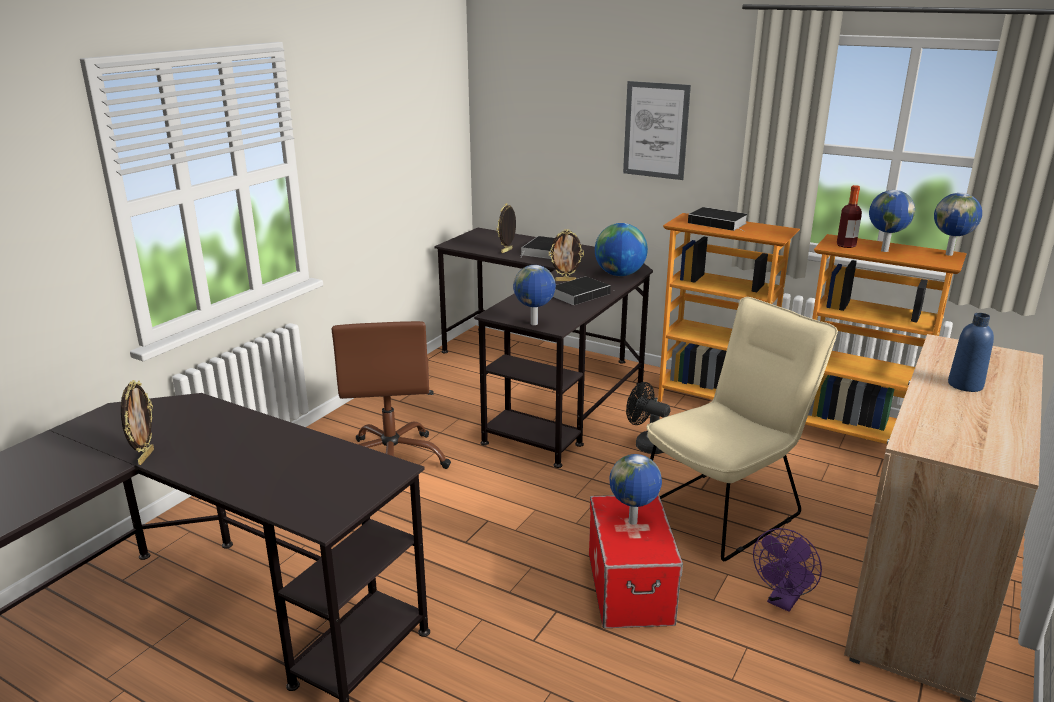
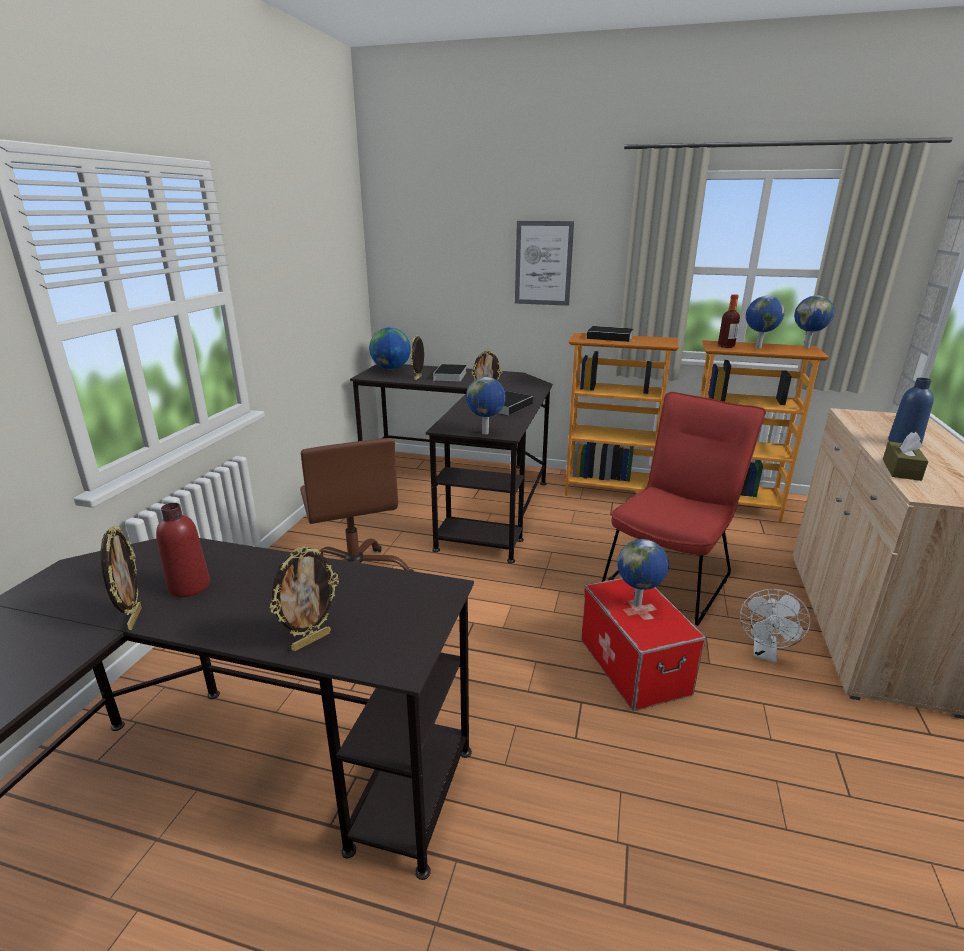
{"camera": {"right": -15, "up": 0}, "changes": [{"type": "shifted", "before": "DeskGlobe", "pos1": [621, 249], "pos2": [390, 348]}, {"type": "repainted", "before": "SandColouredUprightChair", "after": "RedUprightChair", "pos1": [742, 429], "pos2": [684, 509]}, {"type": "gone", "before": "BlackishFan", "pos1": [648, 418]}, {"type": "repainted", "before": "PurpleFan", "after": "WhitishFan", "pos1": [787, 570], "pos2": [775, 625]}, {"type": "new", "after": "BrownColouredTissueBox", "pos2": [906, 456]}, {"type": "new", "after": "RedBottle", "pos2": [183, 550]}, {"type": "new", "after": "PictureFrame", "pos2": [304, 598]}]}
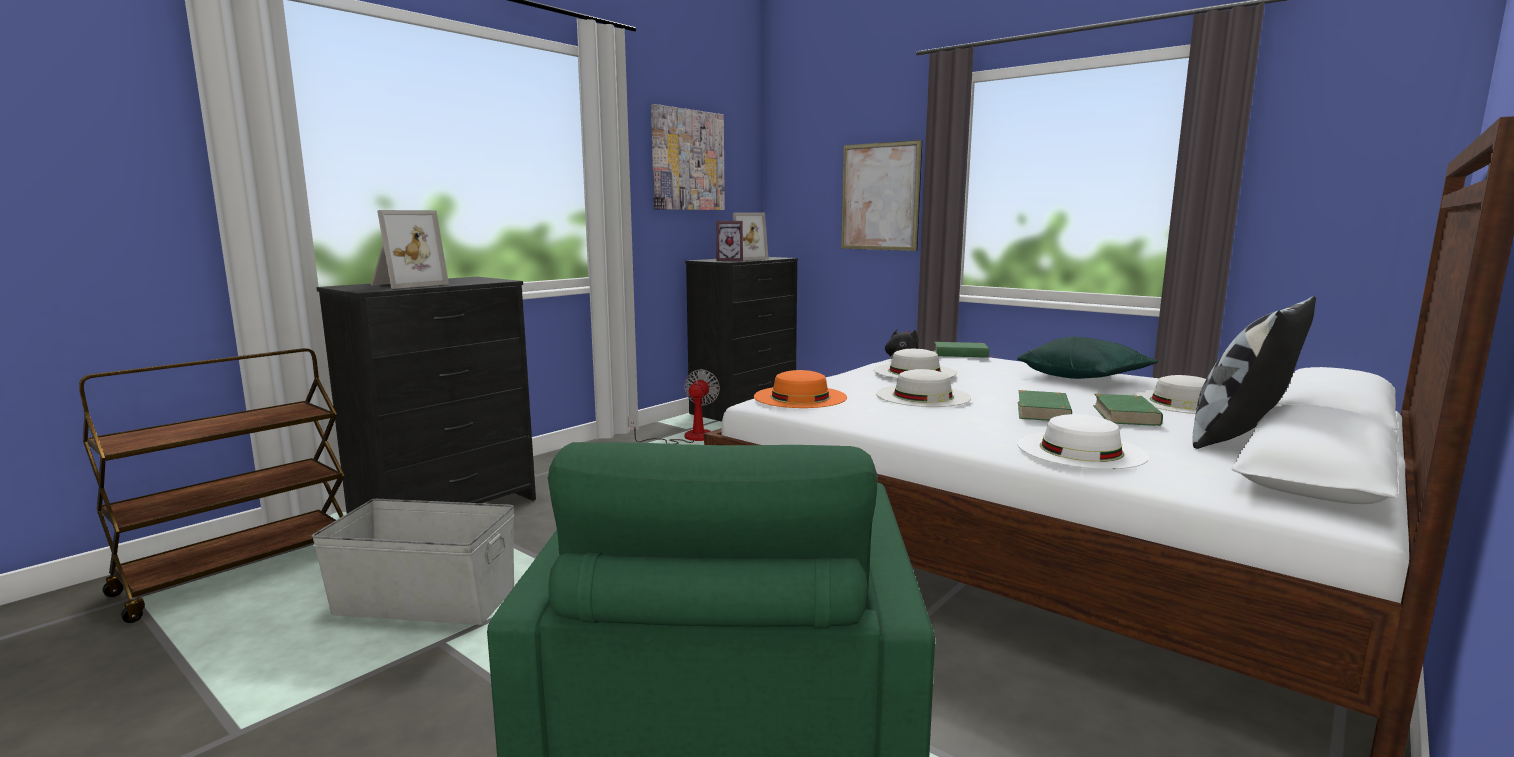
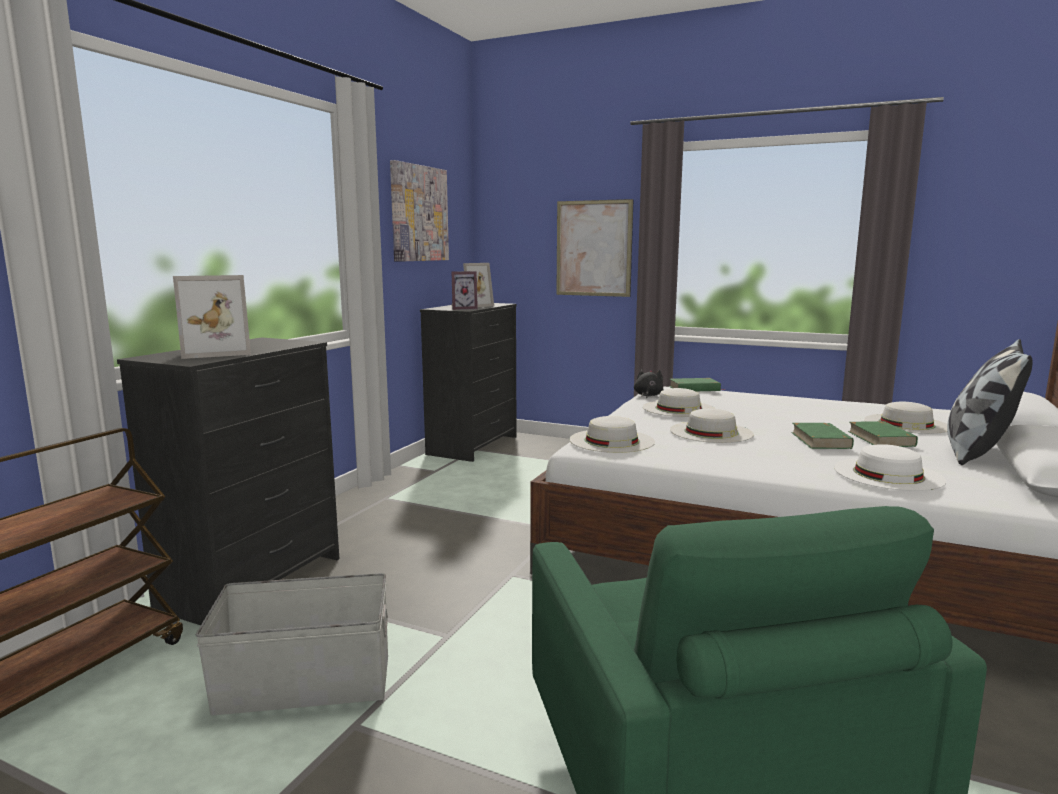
{"camera": {"right": -15, "up": 0}, "changes": [{"type": "rotated", "before": "PictureFrame", "pos1": [410, 249], "pos2": [212, 317], "turn": 45}, {"type": "gone", "before": "GreenThrowPillow", "pos1": [1087, 358]}, {"type": "gone", "before": "Fan", "pos1": [674, 406]}, {"type": "repainted", "before": "OrangeColouredWearableHat", "after": "WhitishWearableHat", "pos1": [800, 389], "pos2": [612, 434]}]}
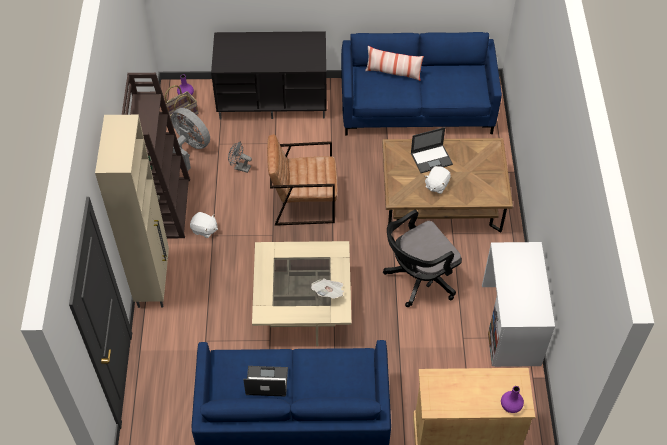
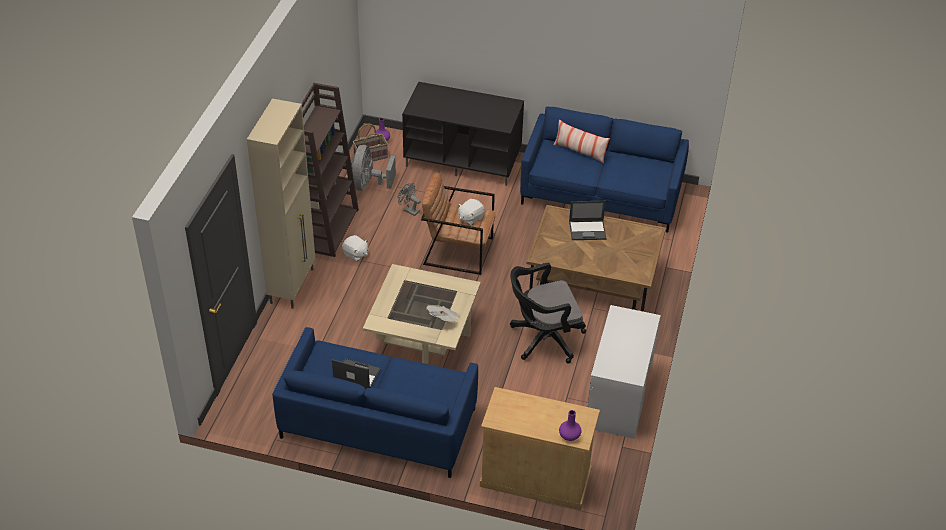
{"camera": {"right": 15, "up": -10}, "changes": [{"type": "rotated", "before": "GreyishFan", "pos1": [190, 139], "pos2": [374, 168], "turn": -135}, {"type": "shifted", "before": "WhitishSoftToy", "pos1": [438, 180], "pos2": [471, 212]}]}
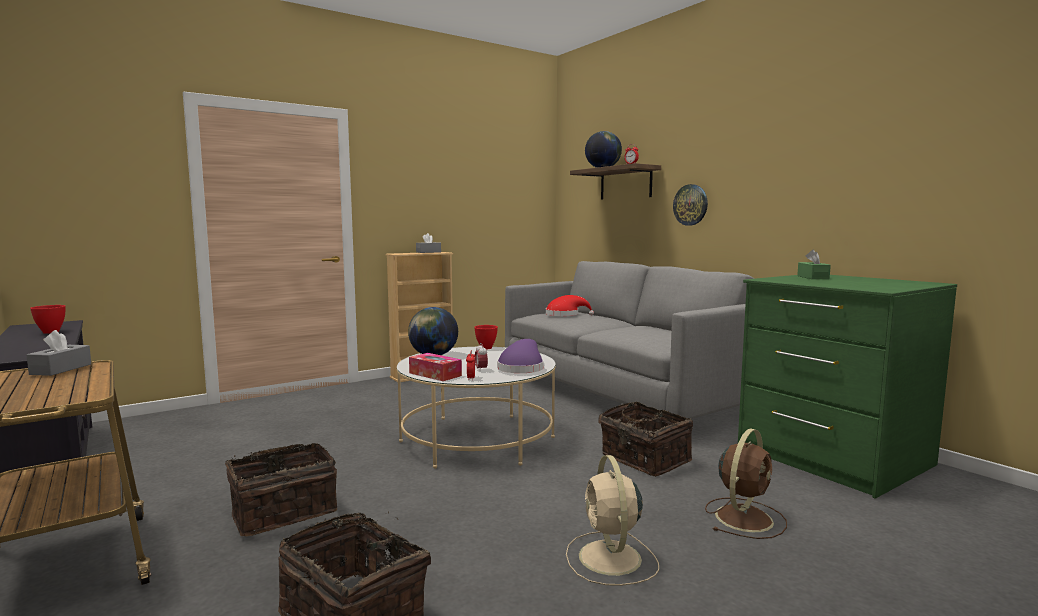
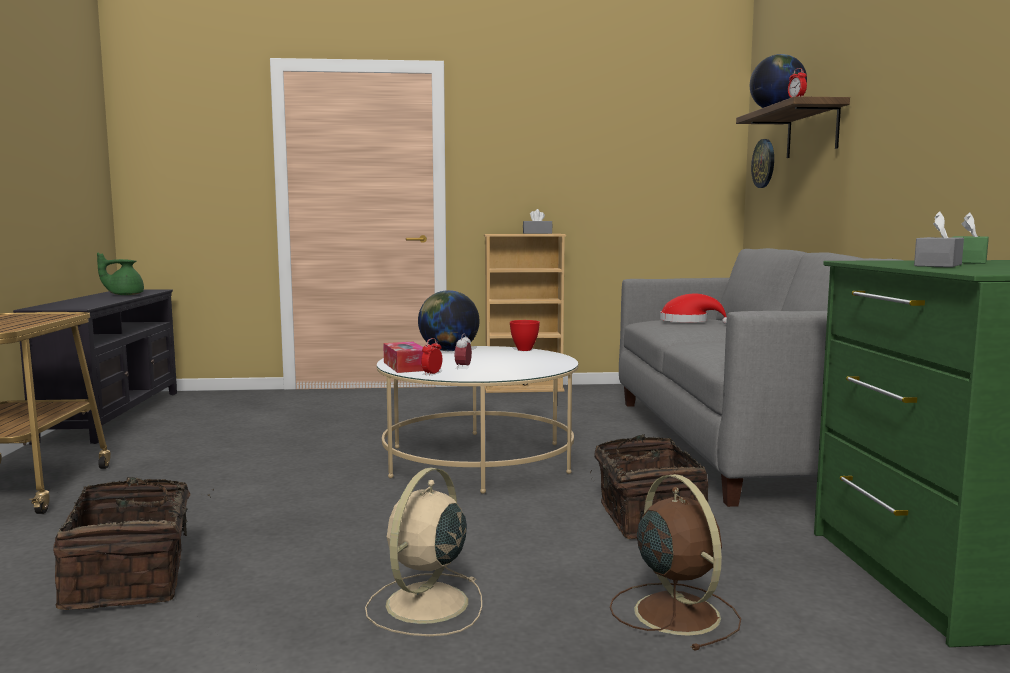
{"camera": {"right": 30, "up": 0}, "changes": [{"type": "shifted", "before": "HangingClock", "pos1": [690, 205], "pos2": [762, 163]}, {"type": "swapped", "before": "RedDeepDish", "after": "GreenTeapot", "pos1": [48, 319], "pos2": [120, 274]}, {"type": "shifted", "before": "GreyishTissueBox", "pos1": [58, 353], "pos2": [939, 239]}, {"type": "gone", "before": "PurpleWearableHat", "pos1": [520, 356]}, {"type": "rotated", "before": "BrownColouredFan", "pos1": [746, 483], "pos2": [675, 562], "turn": -90}, {"type": "gone", "before": "HouseholdBasket", "pos1": [281, 490]}]}
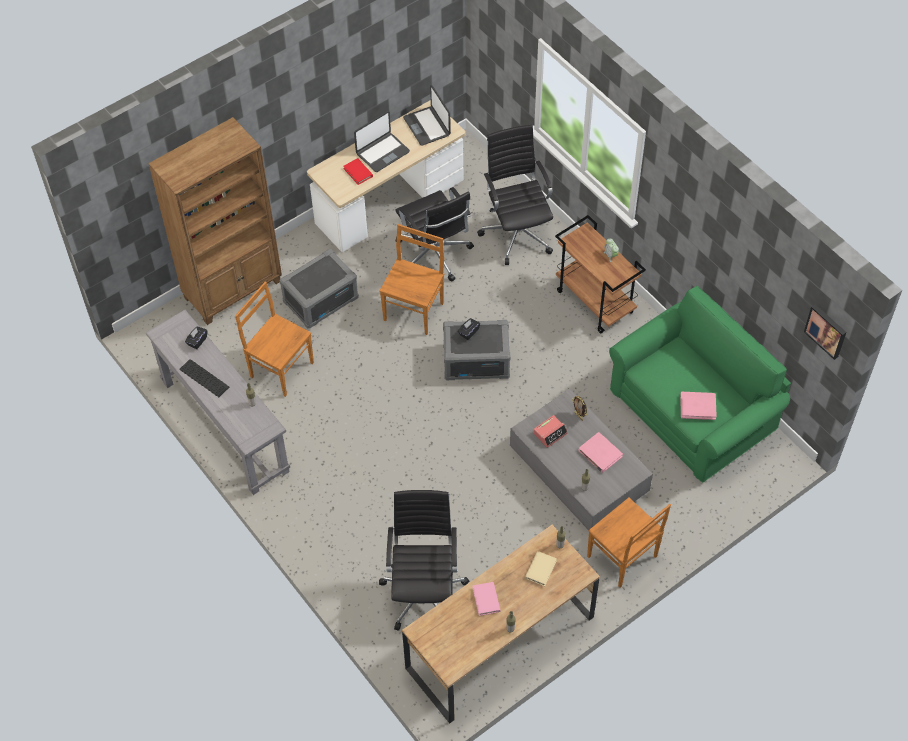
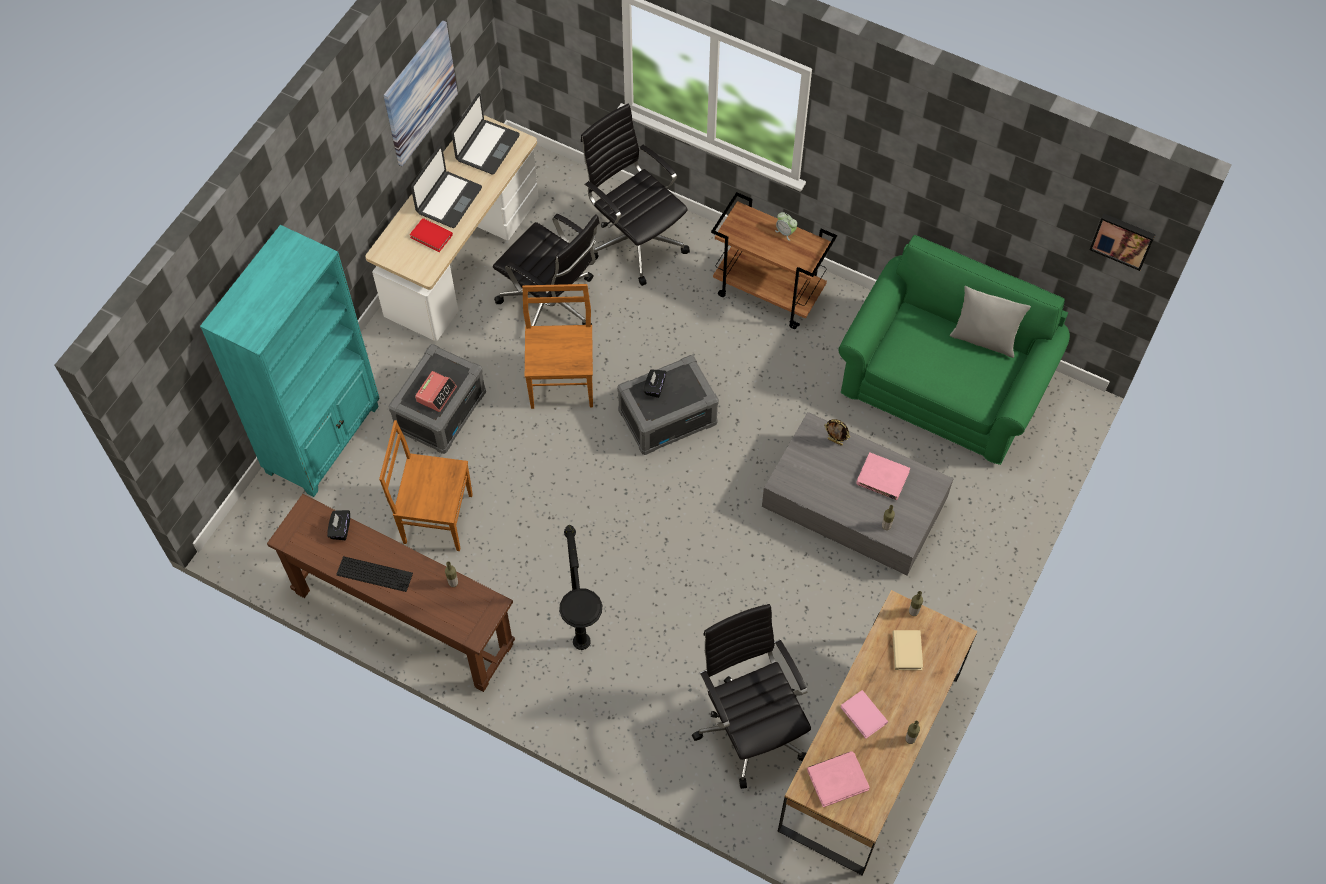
{"camera": {"right": -25, "up": 5}, "changes": [{"type": "rotated", "before": "Laptop", "pos1": [427, 115], "pos2": [485, 133], "turn": -105}, {"type": "repainted", "before": "BrownColouredShelvingUnit", "after": "BlueGreenShelvingUnit", "pos1": [215, 221], "pos2": [290, 361]}, {"type": "repainted", "before": "GreyishHallTable", "after": "BrownColouredHallTable", "pos1": [218, 402], "pos2": [391, 593]}, {"type": "shifted", "before": "PinkishBoundBook", "pos1": [698, 406], "pos2": [838, 779]}, {"type": "shifted", "before": "AlarmClock", "pos1": [550, 431], "pos2": [436, 391]}, {"type": "gone", "before": "BrownColouredUprightChair", "pos1": [629, 542]}, {"type": "new", "after": "Picture", "pos2": [420, 93]}, {"type": "new", "after": "GreyishThrowPillow", "pos2": [990, 322]}, {"type": "new", "after": "BlackishStandardLamp", "pos2": [580, 587]}]}
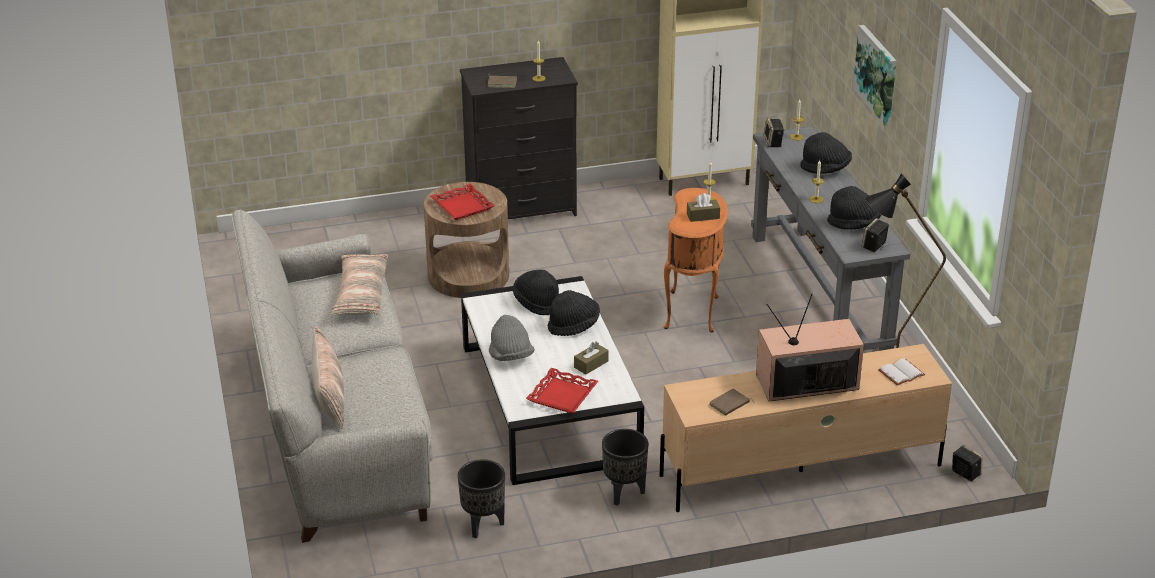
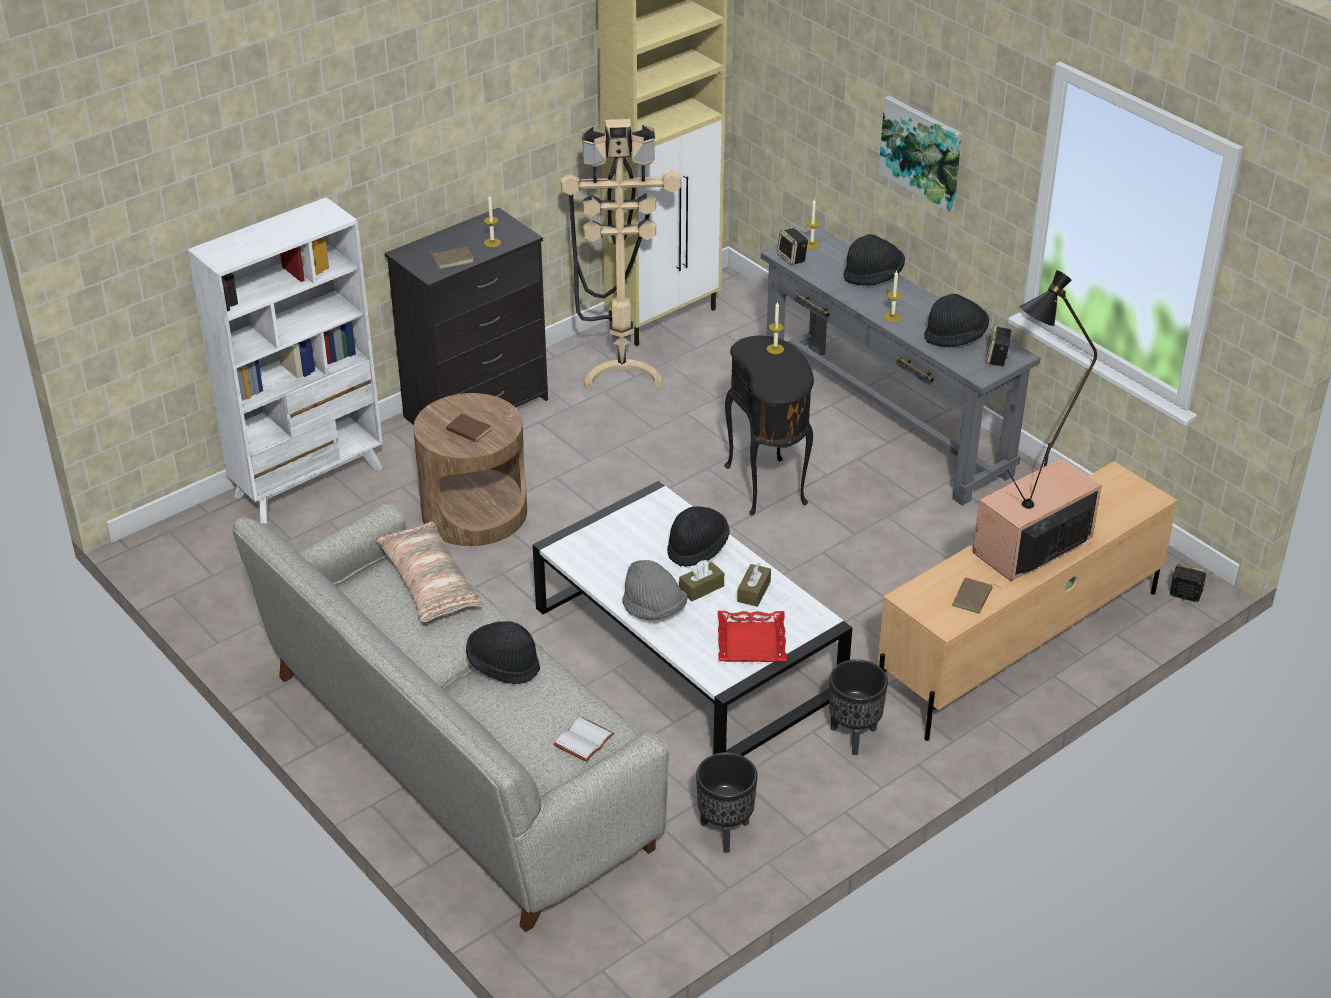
{"camera": {"right": -25, "up": 5}, "changes": [{"type": "swapped", "before": "RedServingTray", "after": "BrownColouredBoundBook", "pos1": [462, 202], "pos2": [468, 429]}, {"type": "repainted", "before": "OrangeColouredAccentTable", "after": "BlackishAccentTable", "pos1": [696, 260], "pos2": [769, 426]}, {"type": "shifted", "before": "BrownColouredTissueBox", "pos1": [703, 207], "pos2": [701, 581]}, {"type": "shifted", "before": "BlackishWearableHat", "pos1": [536, 292], "pos2": [503, 652]}, {"type": "gone", "before": "ThrowPillow", "pos1": [328, 377]}, {"type": "shifted", "before": "WhitishBoundBook", "pos1": [901, 372], "pos2": [584, 739]}, {"type": "new", "after": "SandColouredStandardLamp", "pos2": [621, 255]}, {"type": "new", "after": "WhitishShelvingUnit", "pos2": [284, 360]}]}
